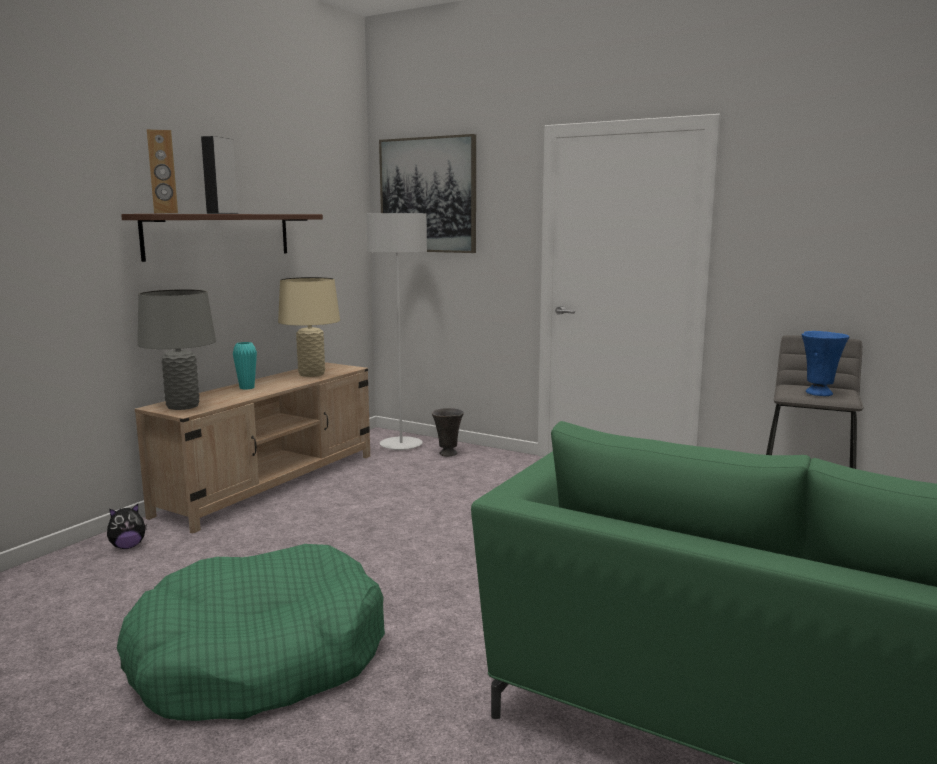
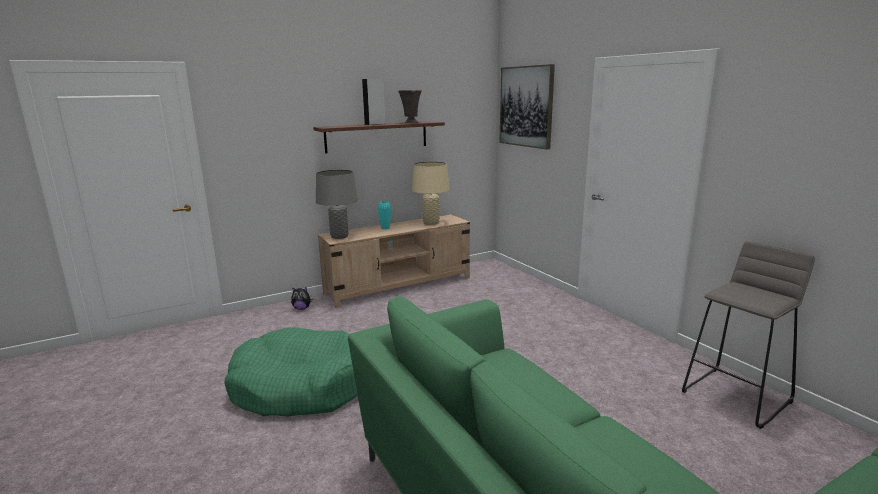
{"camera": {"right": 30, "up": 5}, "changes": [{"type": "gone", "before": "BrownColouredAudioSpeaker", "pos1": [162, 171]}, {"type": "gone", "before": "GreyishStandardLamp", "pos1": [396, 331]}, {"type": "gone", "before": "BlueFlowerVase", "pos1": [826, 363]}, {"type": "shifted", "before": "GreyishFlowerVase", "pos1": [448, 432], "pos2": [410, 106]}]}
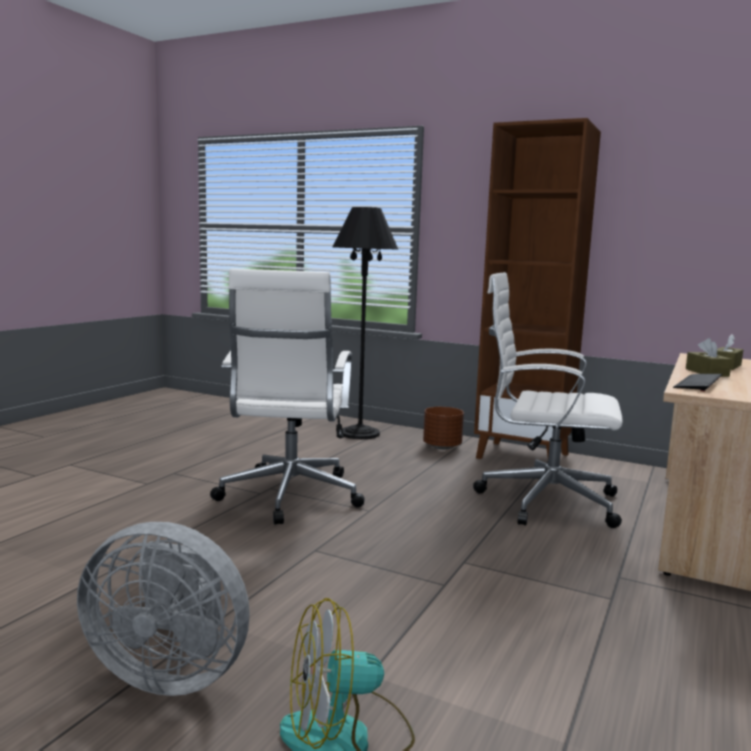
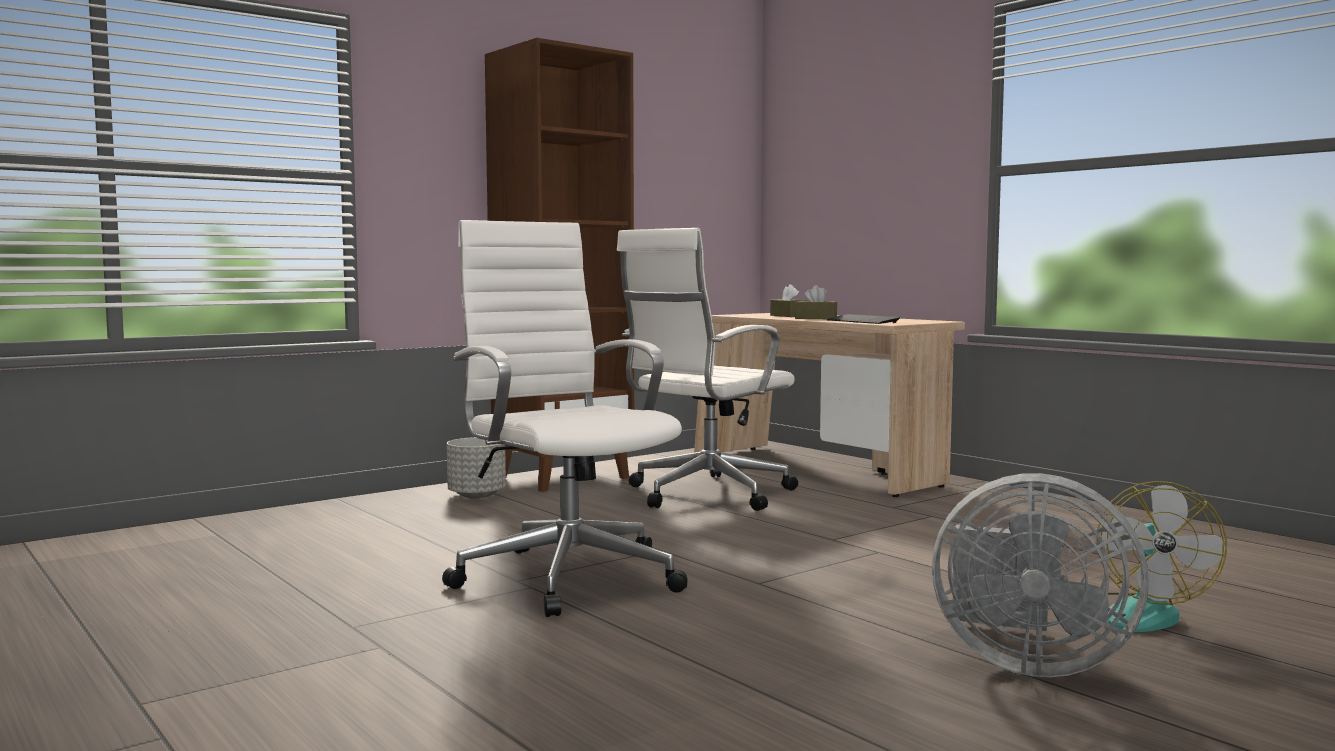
{"camera": {"right": -65, "up": -5}, "changes": [{"type": "gone", "before": "BlackishStandardLamp", "pos1": [365, 323]}, {"type": "rotated", "before": "WhitishComputerChair", "pos1": [287, 396], "pos2": [565, 418], "turn": -150}, {"type": "repainted", "before": "BrownColouredPlanter", "after": "GreyishPlanter", "pos1": [443, 428], "pos2": [476, 467]}, {"type": "rotated", "before": "GreyishFan", "pos1": [163, 609], "pos2": [1040, 575], "turn": 75}]}
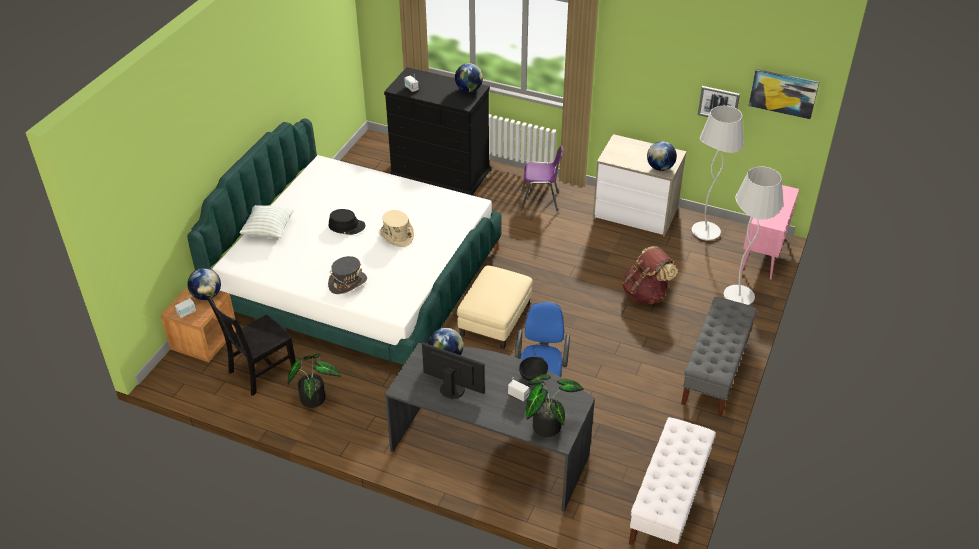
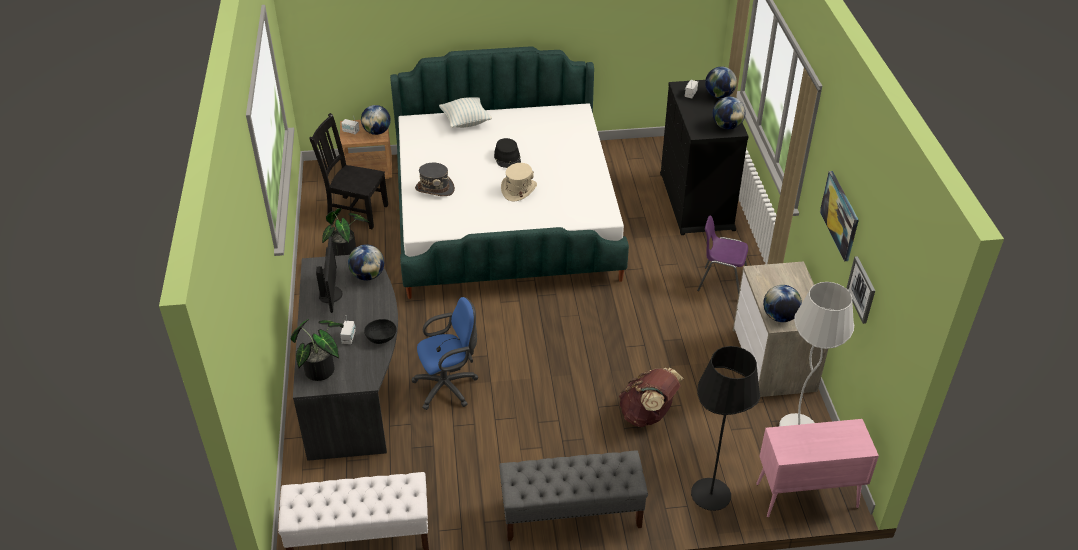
{"camera": {"right": 60, "up": 0}, "changes": [{"type": "shifted", "before": "Picture", "pos1": [784, 94], "pos2": [839, 216]}, {"type": "rotated", "before": "PurpleUprightChair", "pos1": [541, 179], "pos2": [722, 255], "turn": 135}, {"type": "repainted", "before": "WhitishStandardLamp", "after": "BlackishStandardLamp", "pos1": [754, 236], "pos2": [725, 428]}, {"type": "gone", "before": "SandColouredOttoman", "pos1": [495, 307]}, {"type": "new", "after": "DeskGlobe", "pos2": [721, 82]}]}
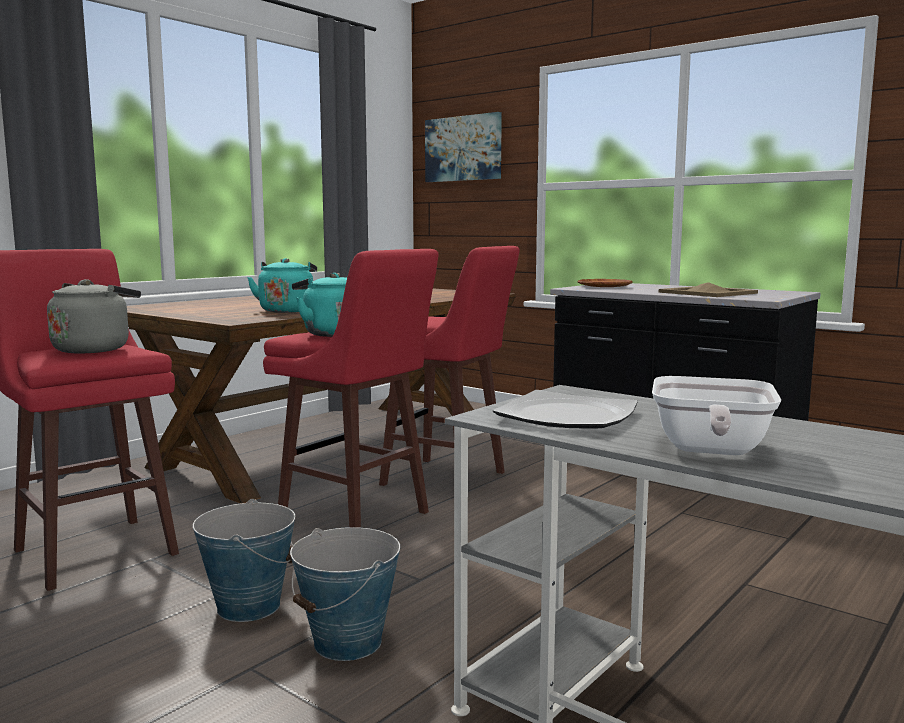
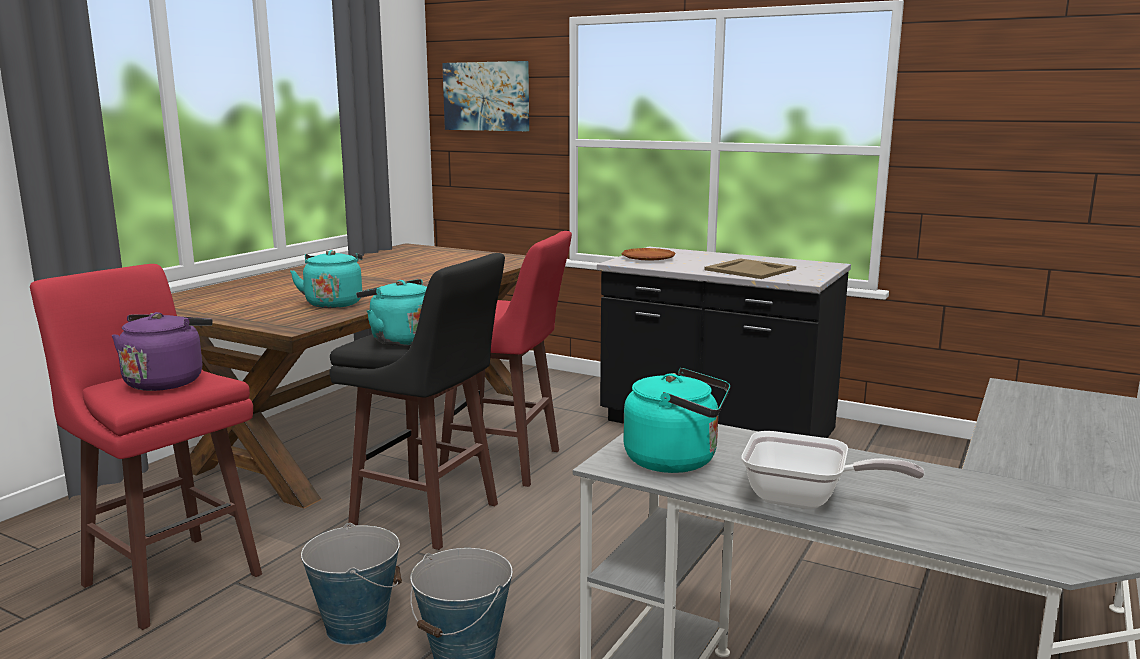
{"camera": {"right": -10, "up": 5}, "changes": [{"type": "repainted", "before": "RedStoolSeat", "after": "BlackishStoolSeat", "pos1": [351, 388], "pos2": [417, 401]}, {"type": "repainted", "before": "GreyishKettle", "after": "PurpleKettle", "pos1": [94, 316], "pos2": [162, 351]}, {"type": "rotated", "before": "FryingPan", "pos1": [716, 415], "pos2": [833, 470], "turn": -75}, {"type": "swapped", "before": "Plate", "after": "BlueGreenKettle", "pos1": [565, 409], "pos2": [676, 420]}]}
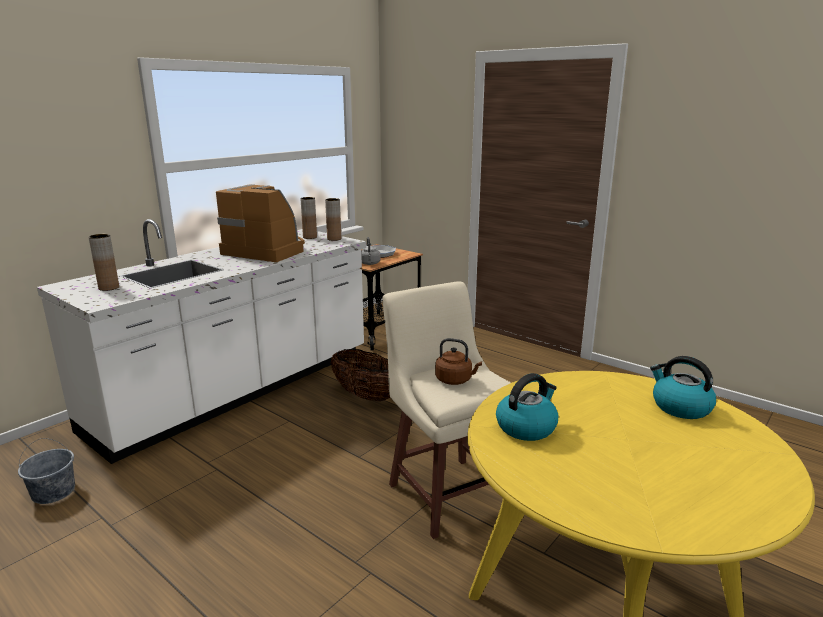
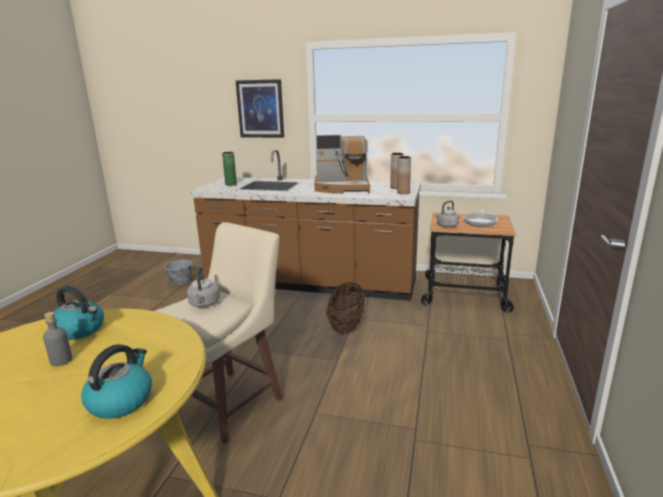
{"camera": {"right": 65, "up": 0}, "changes": [{"type": "rotated", "before": "CoffeeMachine", "pos1": [260, 223], "pos2": [342, 164], "turn": 90}, {"type": "repainted", "before": "WhitishKitchenBaseUnit", "after": "BrownColouredKitchenBaseUnit", "pos1": [201, 341], "pos2": [305, 225]}, {"type": "repainted", "before": "BrownColouredFlowerVase", "after": "GreenFlowerVase", "pos1": [103, 262], "pos2": [229, 169]}, {"type": "repainted", "before": "BrownColouredKettle", "after": "GreyishKettle", "pos1": [458, 361], "pos2": [203, 286]}, {"type": "new", "after": "Picture", "pos2": [260, 108]}, {"type": "new", "after": "GreyishBottle", "pos2": [57, 339]}]}
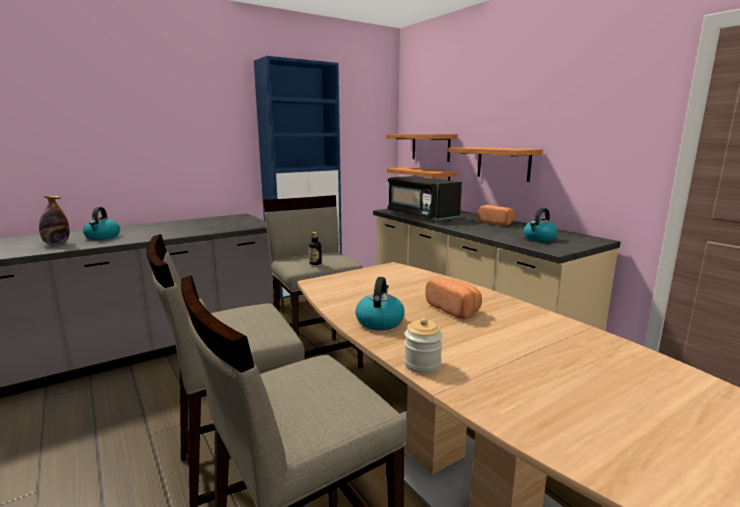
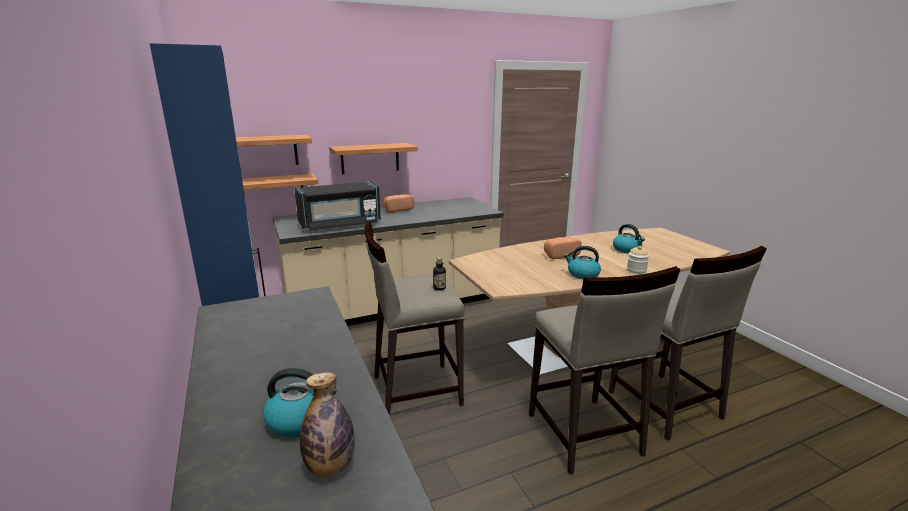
{"camera": {"right": -80, "up": 5}, "changes": [{"type": "shifted", "before": "Kettle", "pos1": [541, 225], "pos2": [629, 238]}]}
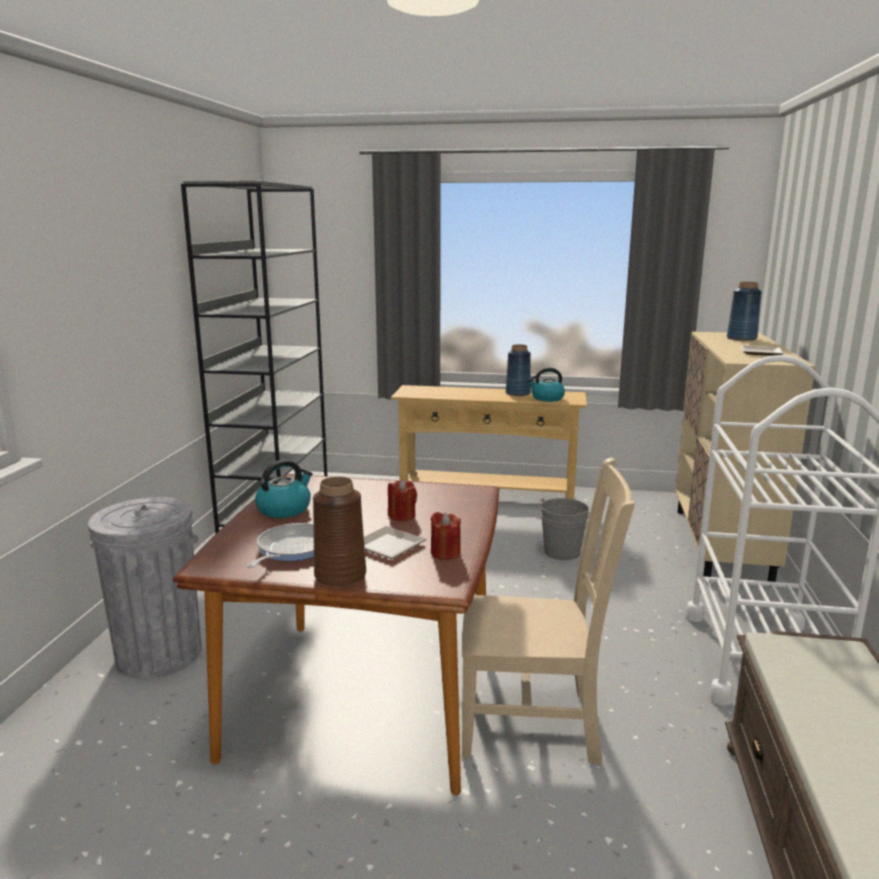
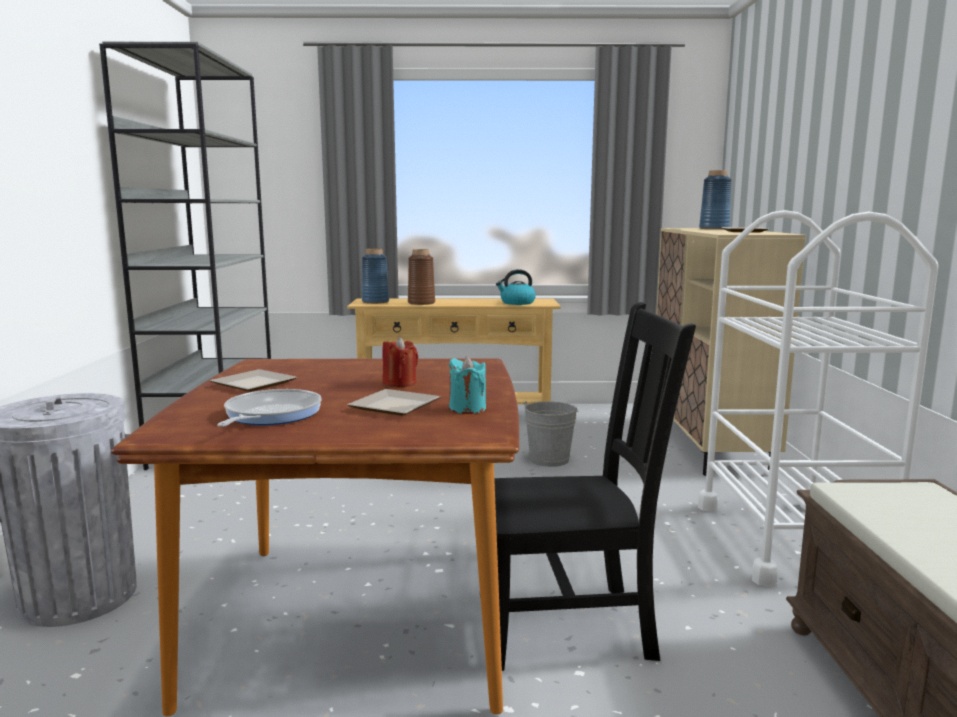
{"camera": {"right": -10, "up": -5}, "changes": [{"type": "shifted", "before": "BlueFlowerVase", "pos1": [518, 370], "pos2": [375, 276]}, {"type": "repainted", "before": "SandColouredUprightChair", "after": "BlackishUprightChair", "pos1": [548, 611], "pos2": [588, 486]}, {"type": "swapped", "before": "Kettle", "after": "Plate", "pos1": [284, 489], "pos2": [253, 380]}, {"type": "shifted", "before": "BrownColouredFlowerVase", "pos1": [339, 531], "pos2": [421, 277]}, {"type": "repainted", "before": "RedWaxLight", "after": "BlueGreenWaxLight", "pos1": [445, 536], "pos2": [467, 385]}]}
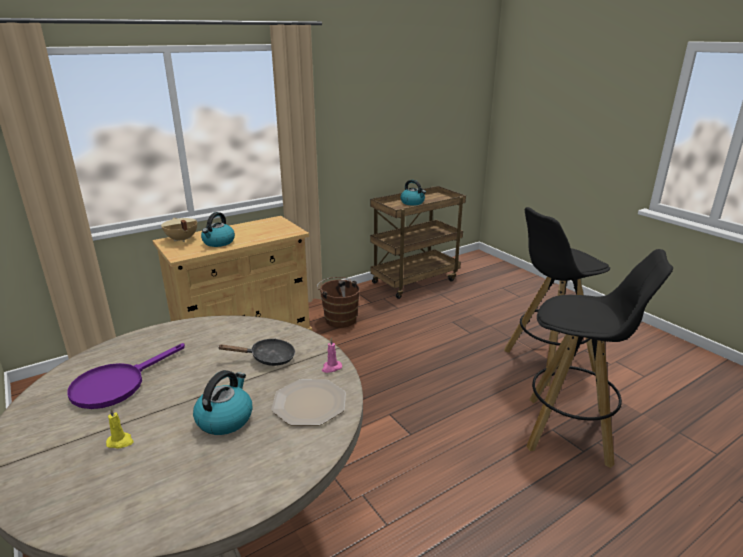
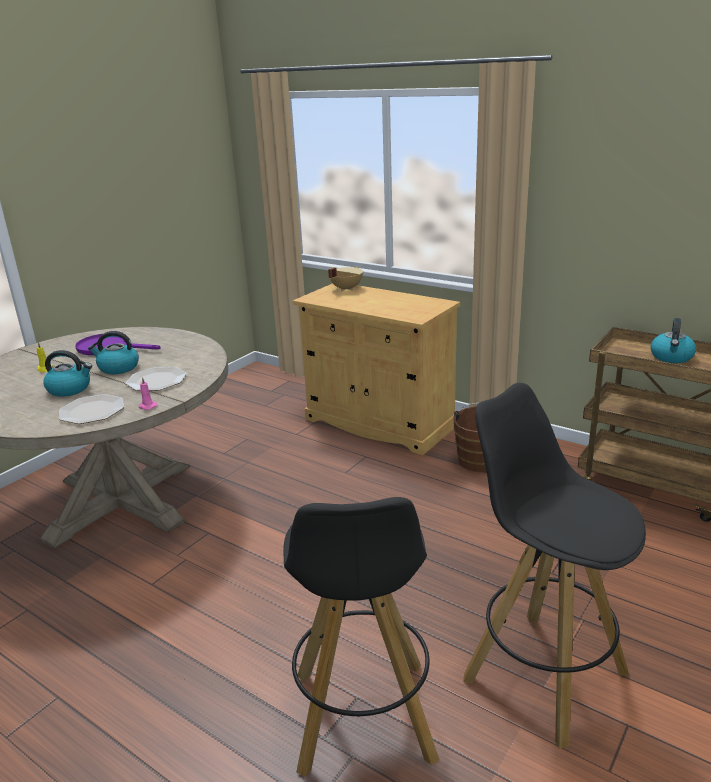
{"camera": {"right": 70, "up": 0}, "changes": [{"type": "shifted", "before": "Kettle", "pos1": [218, 229], "pos2": [113, 352]}, {"type": "swapped", "before": "BlackishFryingPan", "after": "Plate", "pos1": [256, 352], "pos2": [156, 379]}]}
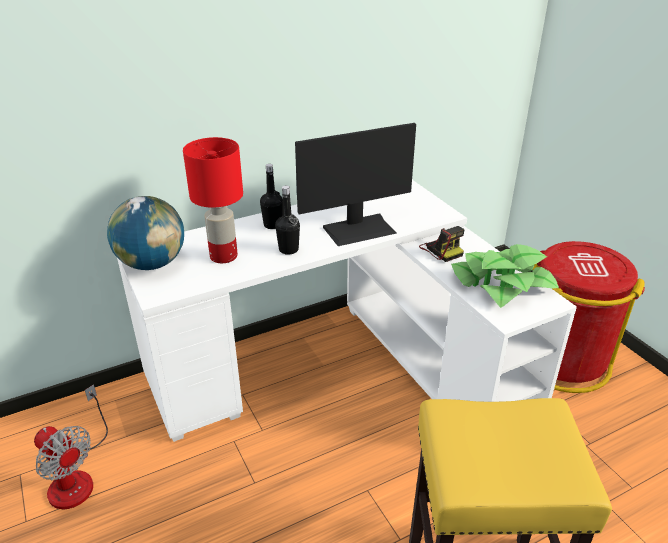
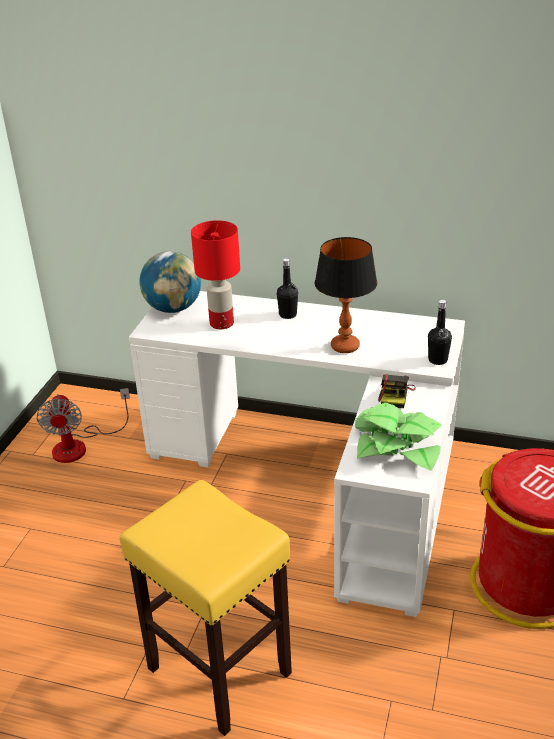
{"camera": {"right": 45, "up": 0}, "changes": [{"type": "swapped", "before": "Monitor", "after": "LampForATable", "pos1": [355, 184], "pos2": [345, 295]}, {"type": "shifted", "before": "BlackishBottle", "pos1": [287, 220], "pos2": [440, 332]}]}
